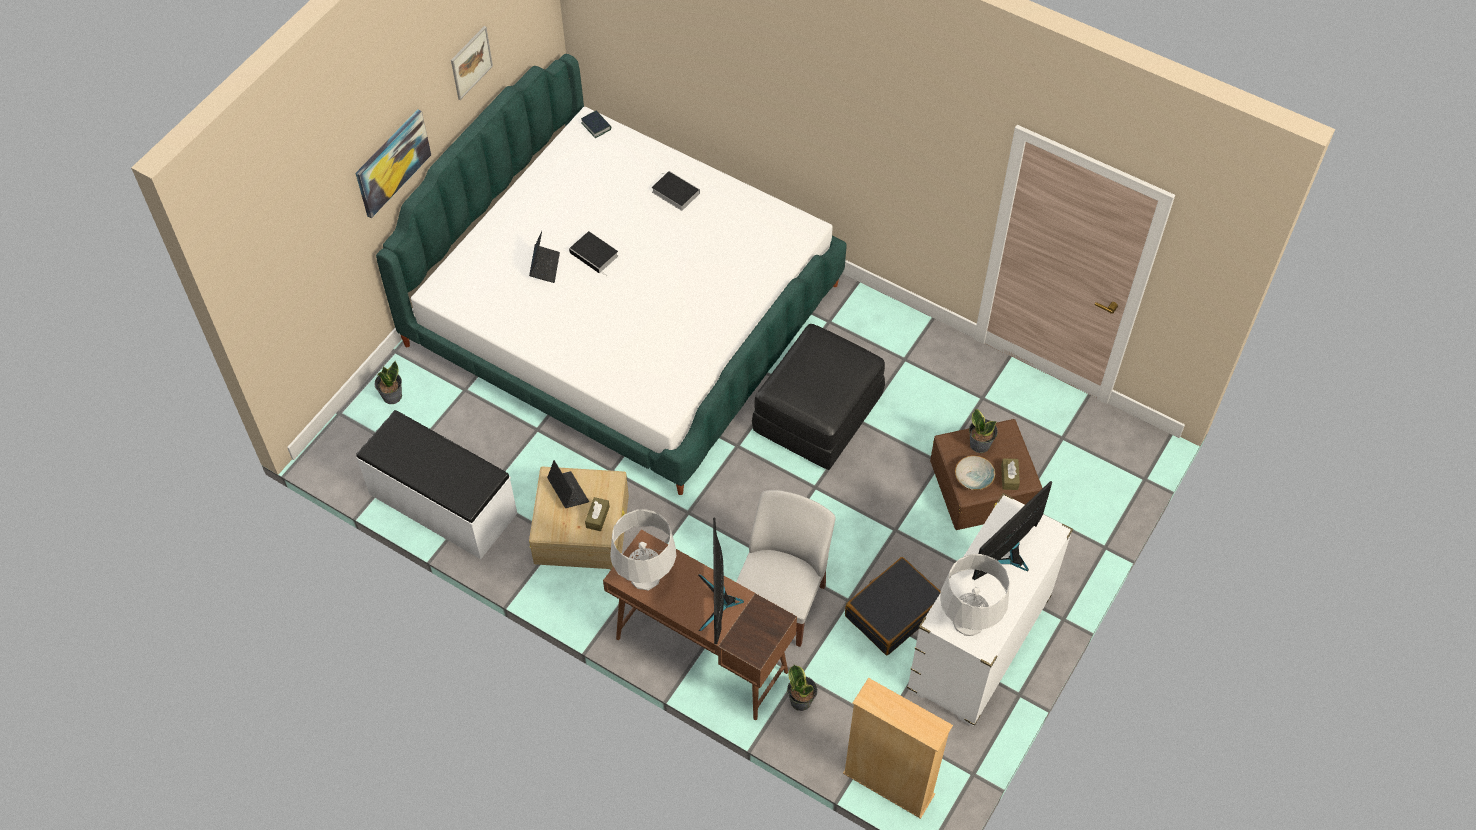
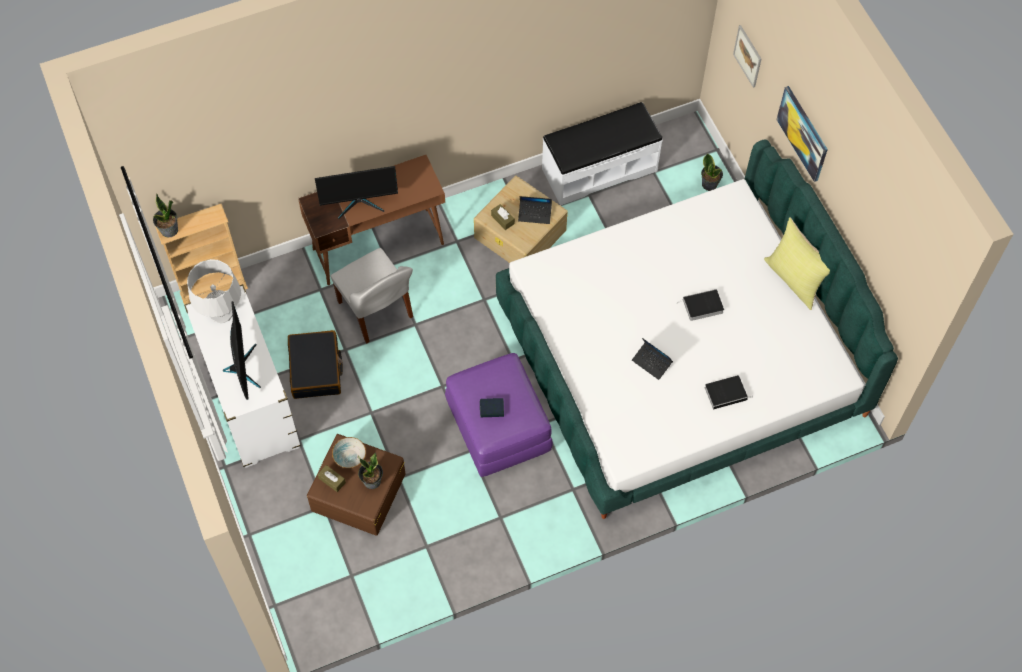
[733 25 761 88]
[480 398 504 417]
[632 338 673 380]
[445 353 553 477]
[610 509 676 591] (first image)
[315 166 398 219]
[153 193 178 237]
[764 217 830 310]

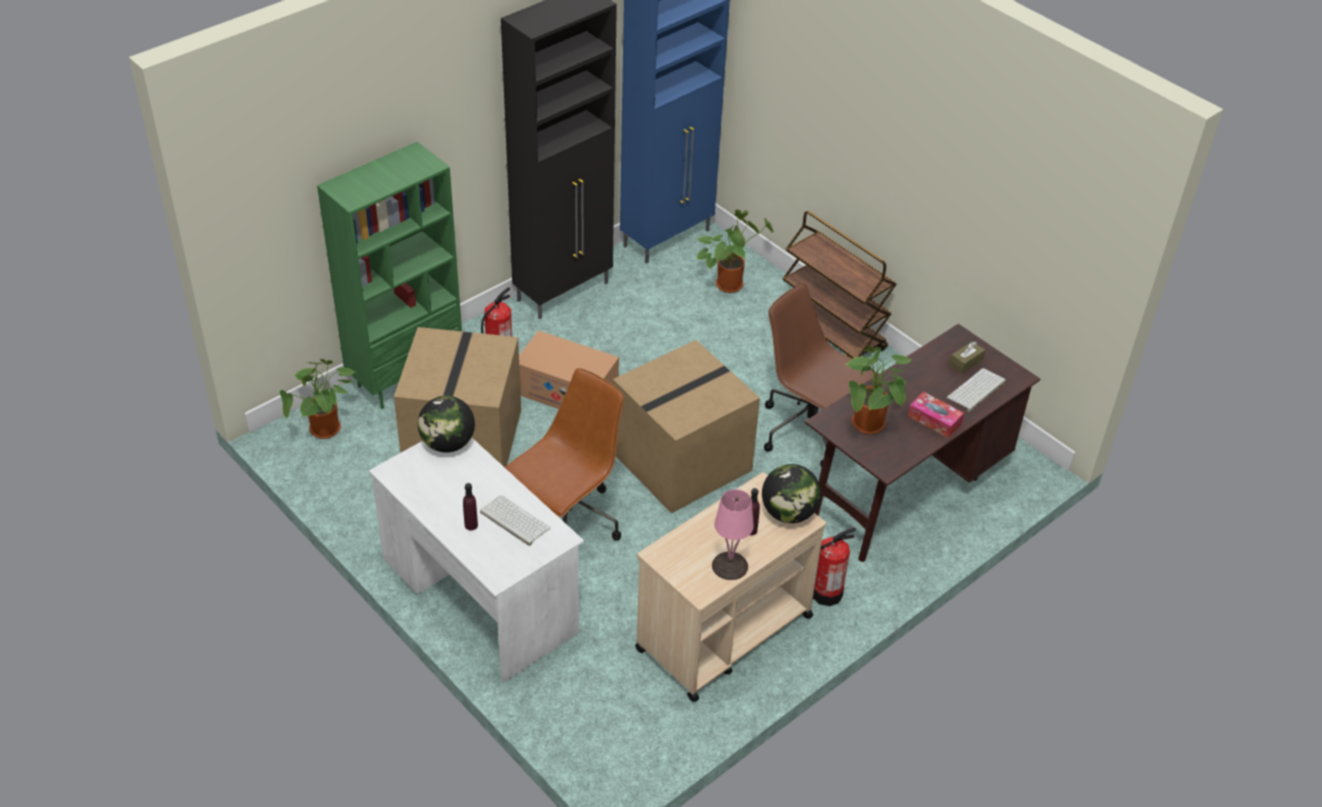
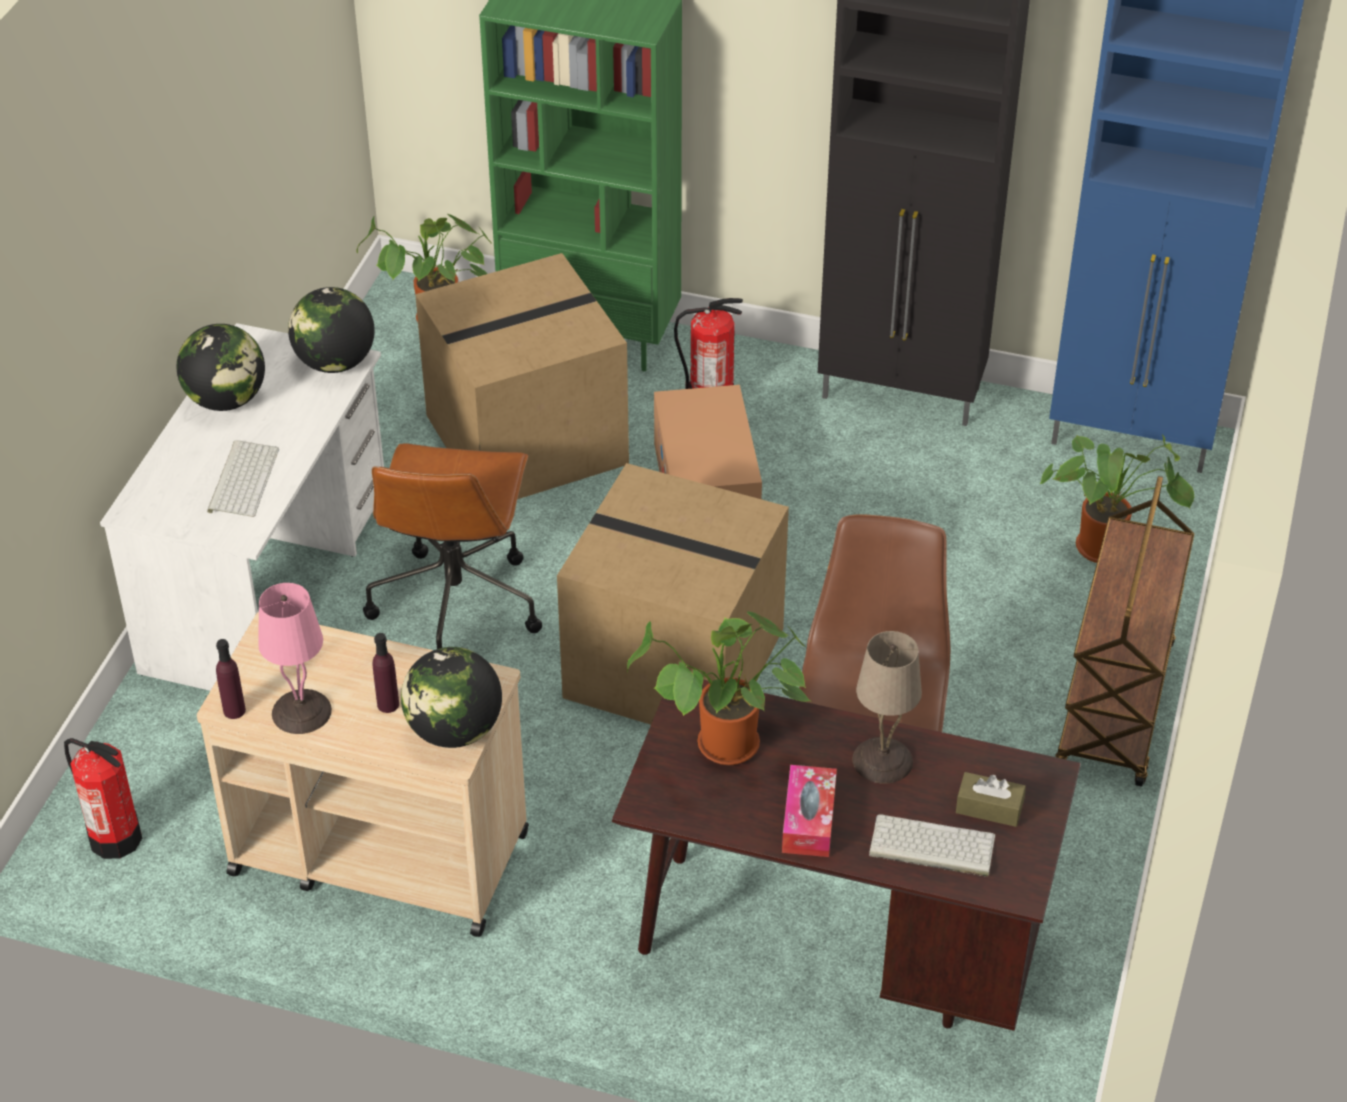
[363 443 542 649]
[216 639 246 719]
[64 738 142 859]
[176 324 265 411]
[852 631 922 784]

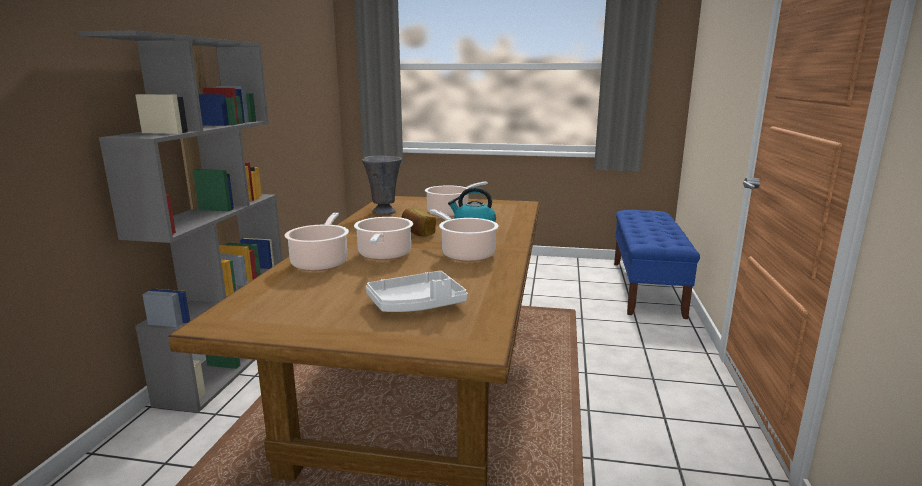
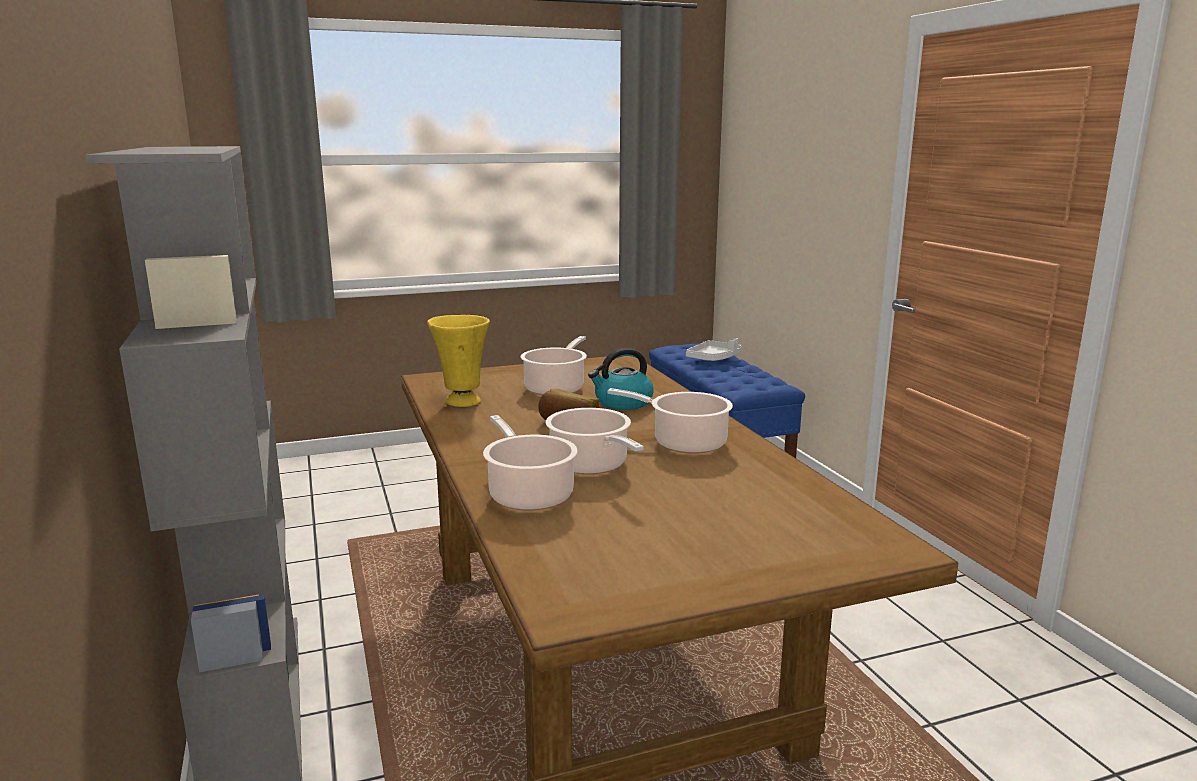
[427 315 490 407]
[686 338 742 361]

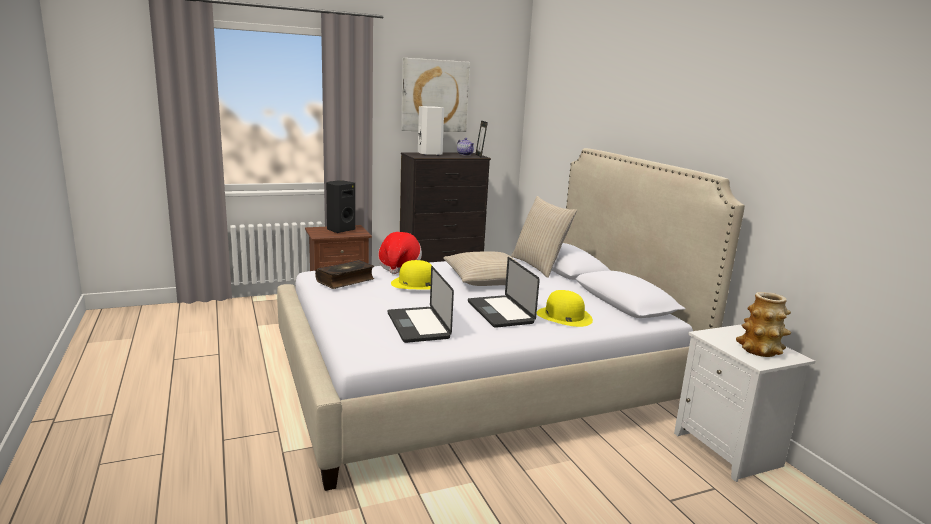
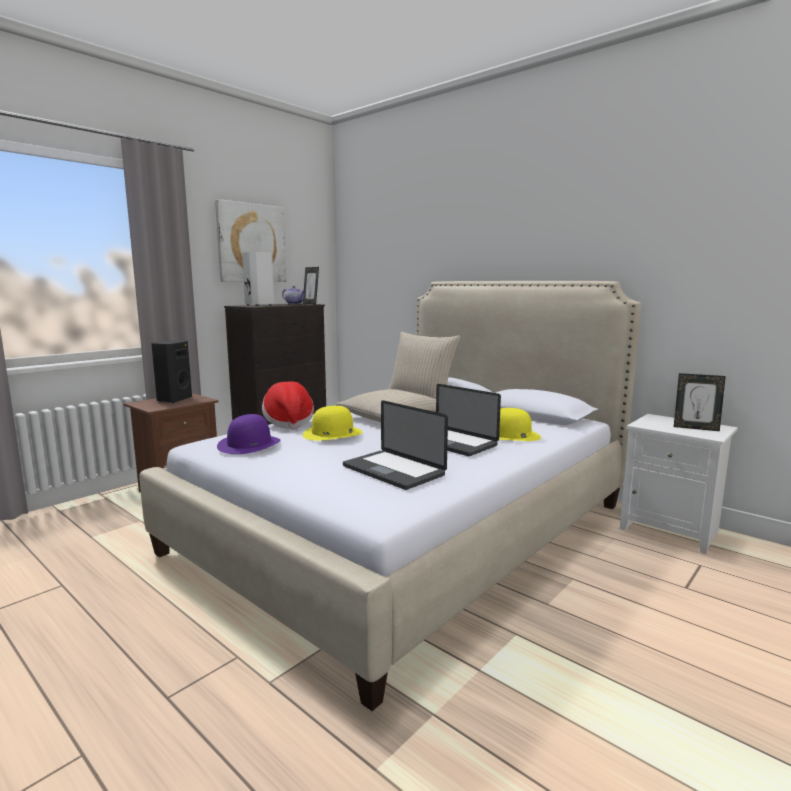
[217 414 281 454]
[674 373 726 431]

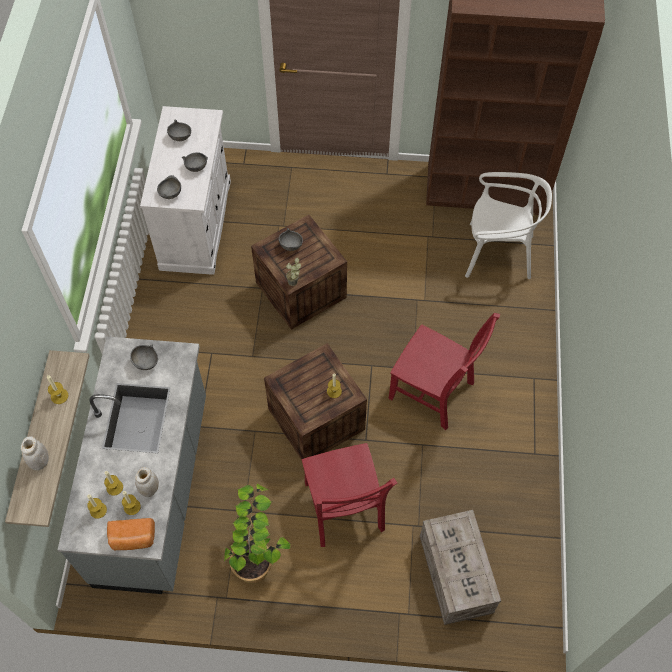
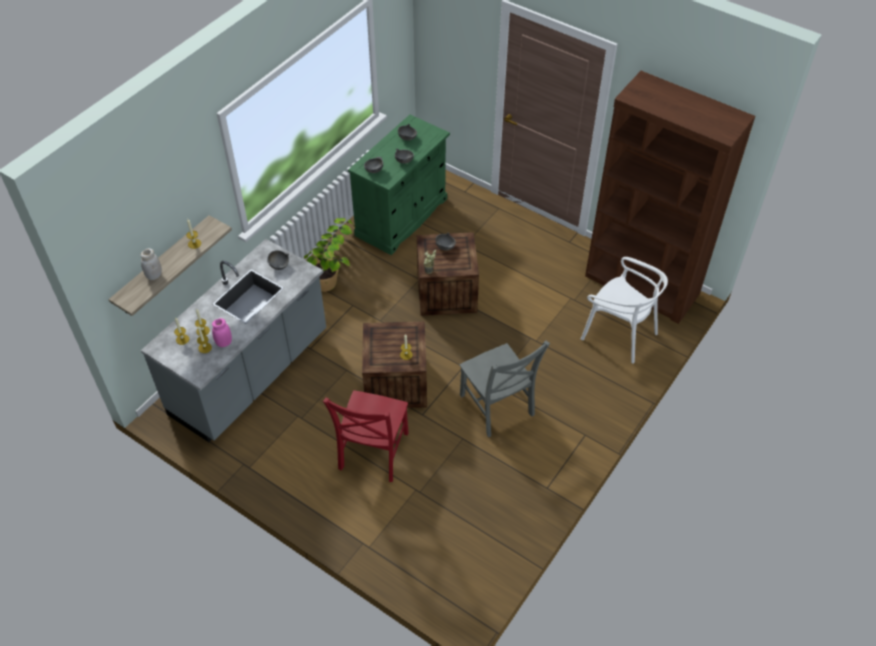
[348 115 450 255]
[460 341 550 437]
[212 318 232 347]
[304 218 356 292]
[420 510 501 625] (first image)
[107 518 155 550] (first image)

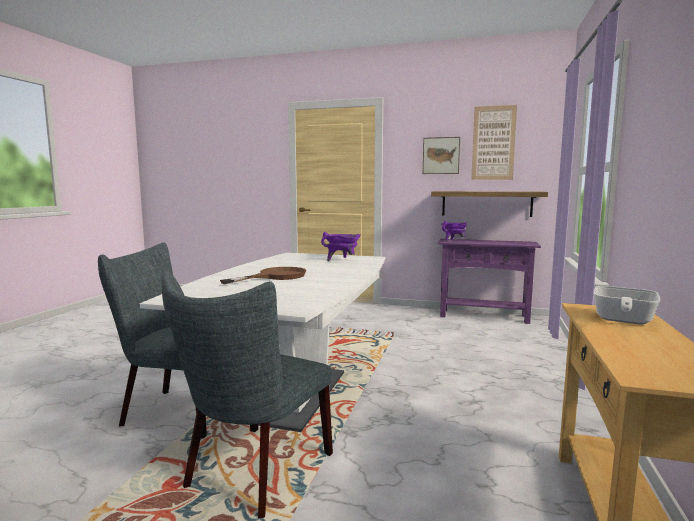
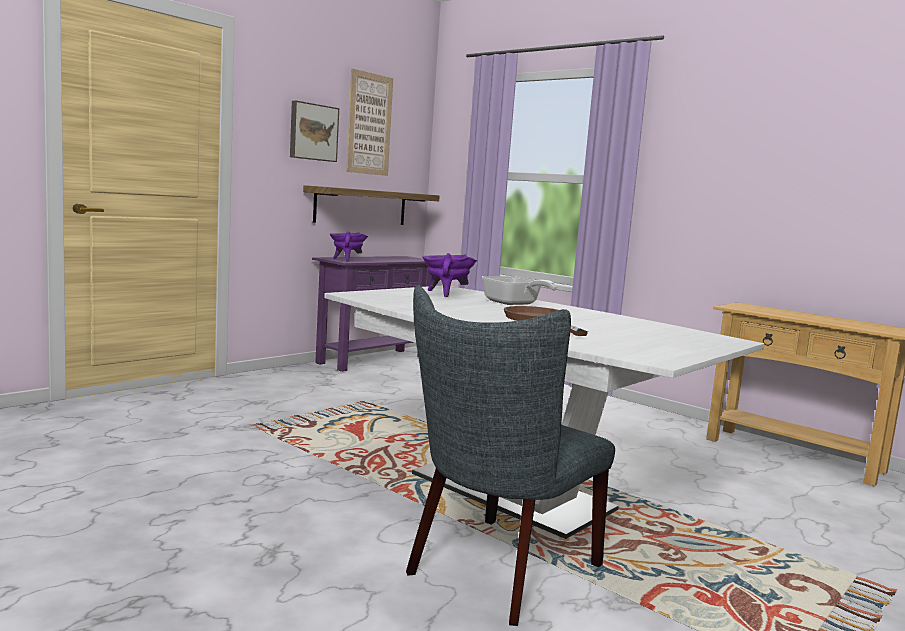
[161 270 333 518] (first image)
[482 276 558 305]

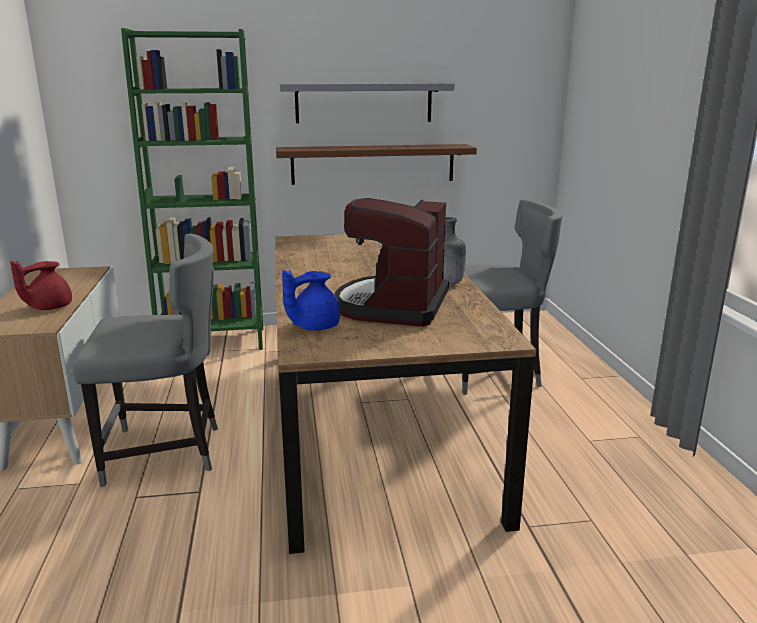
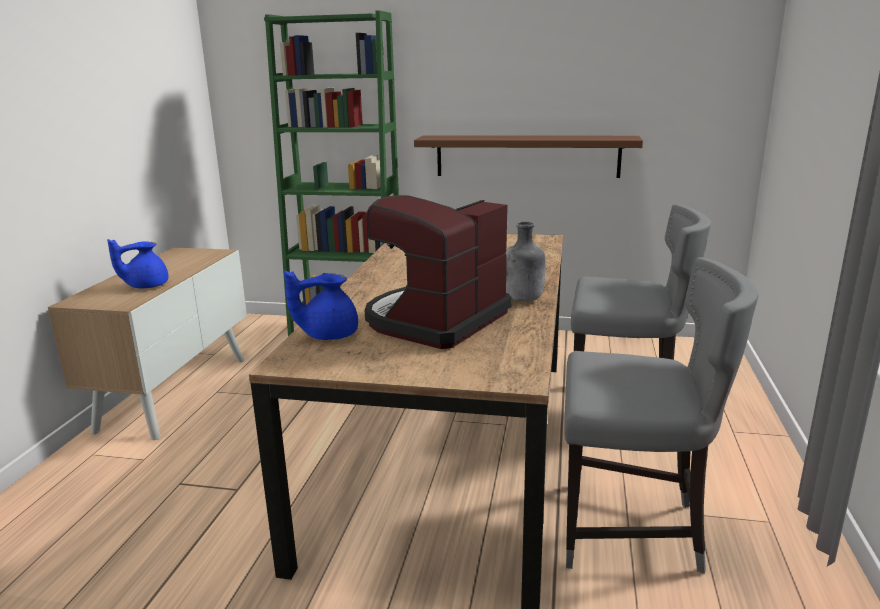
[280 83 455 123] (first image)
[564 257 759 574]
[107 239 168 289]

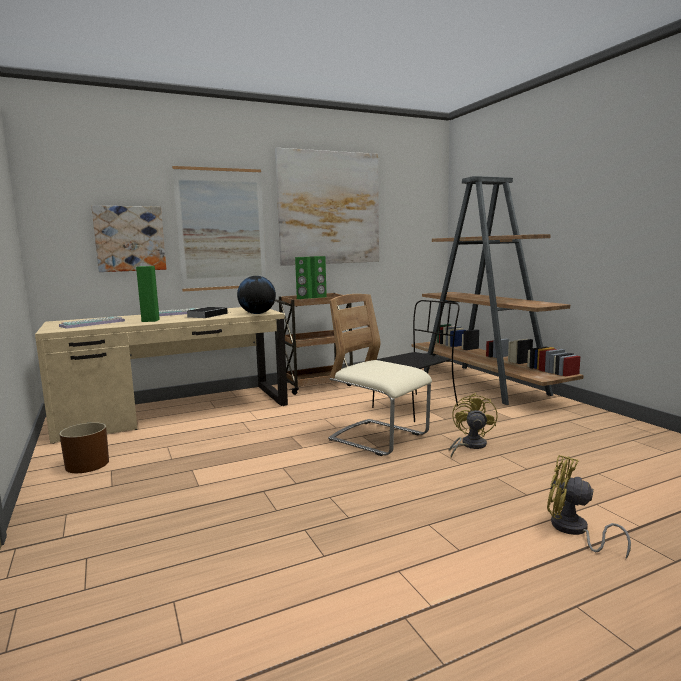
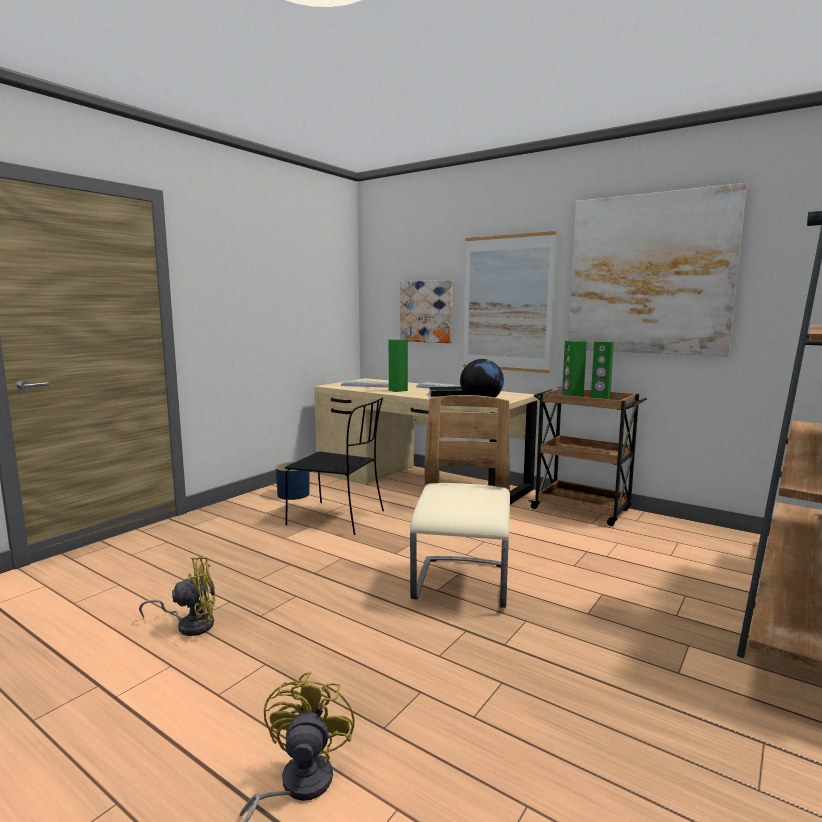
[285 398 384 535]
[139 556 216 636]
[276 462 310 500]

